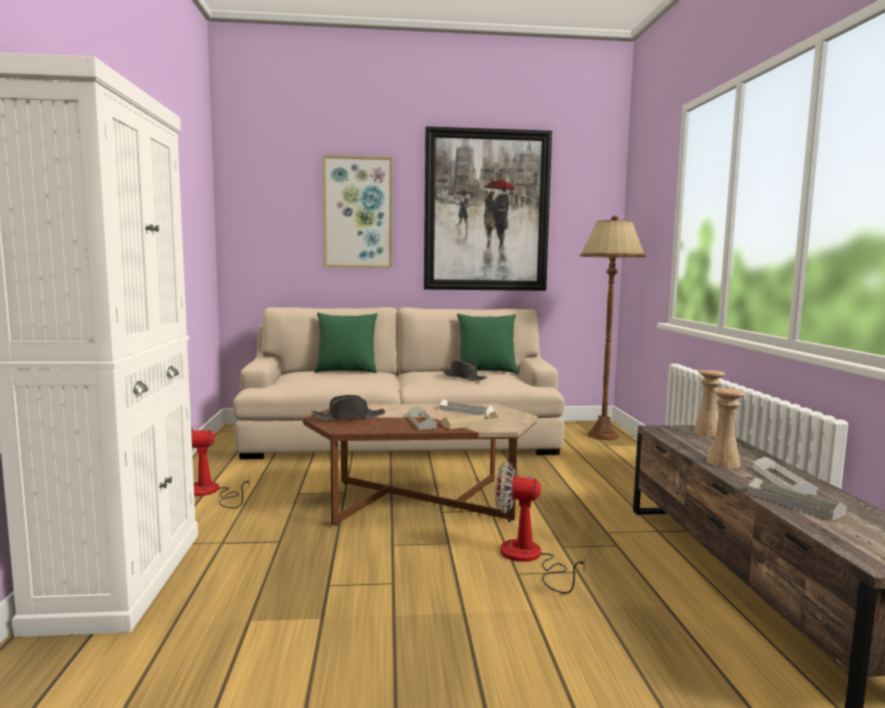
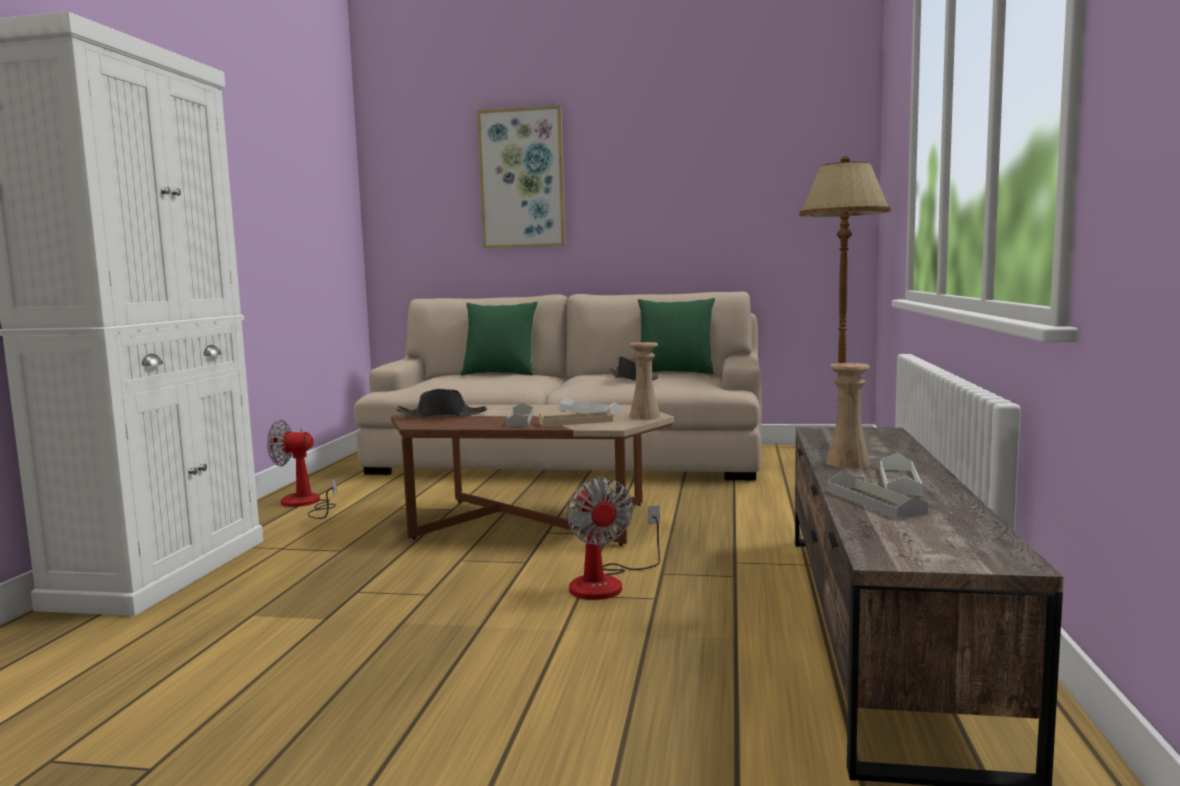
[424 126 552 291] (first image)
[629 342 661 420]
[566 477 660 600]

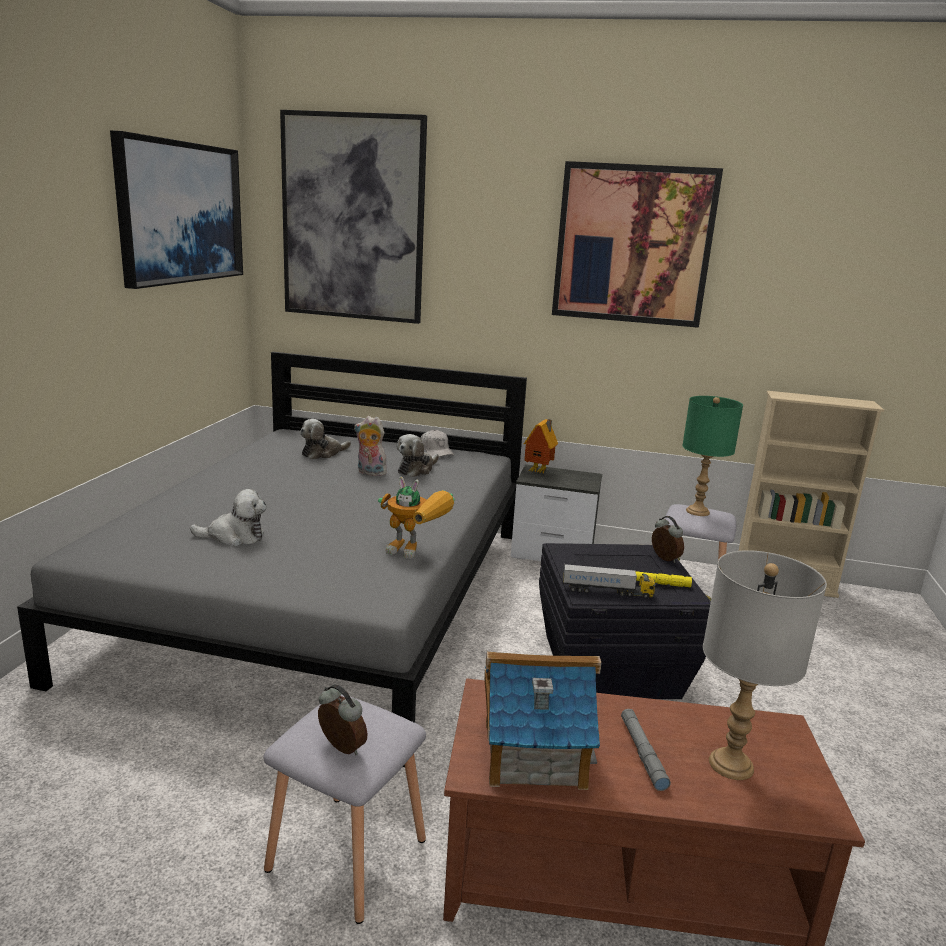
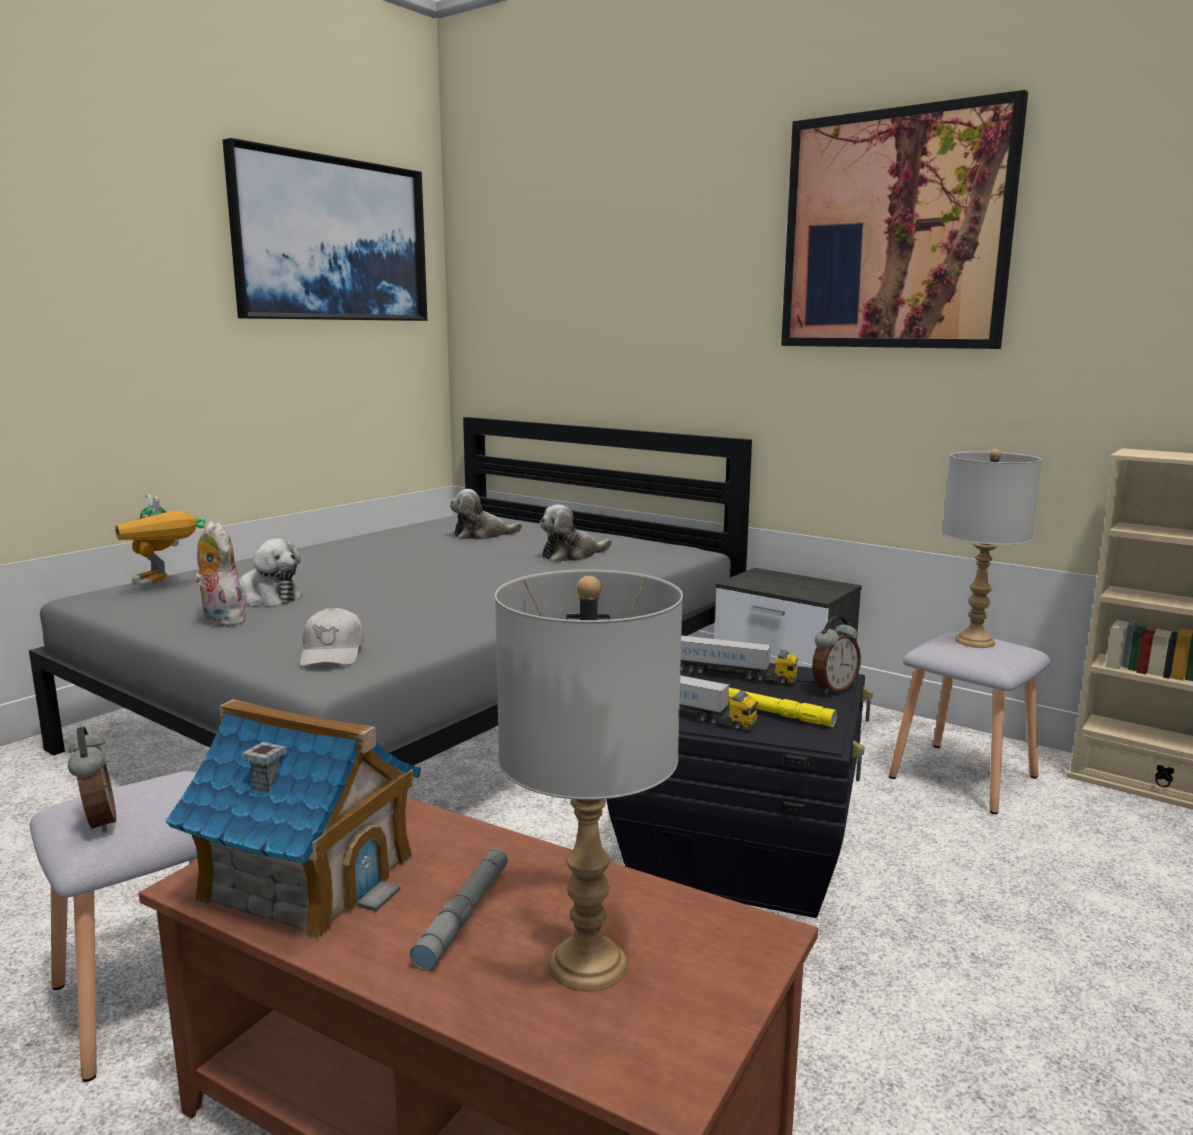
[280 110 427 324] (first image)
[942 449 1042 648]
[194 522 246 627]
[524 419 558 473] (first image)
[300 607 364 667]
[115 494 206 589]
[812 616 861 695]
[680 635 798 684]

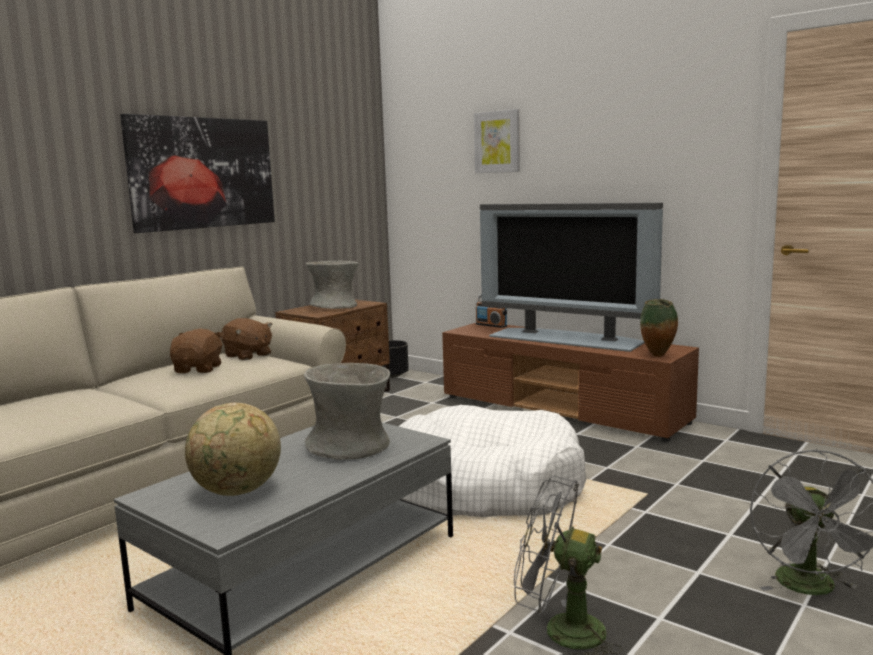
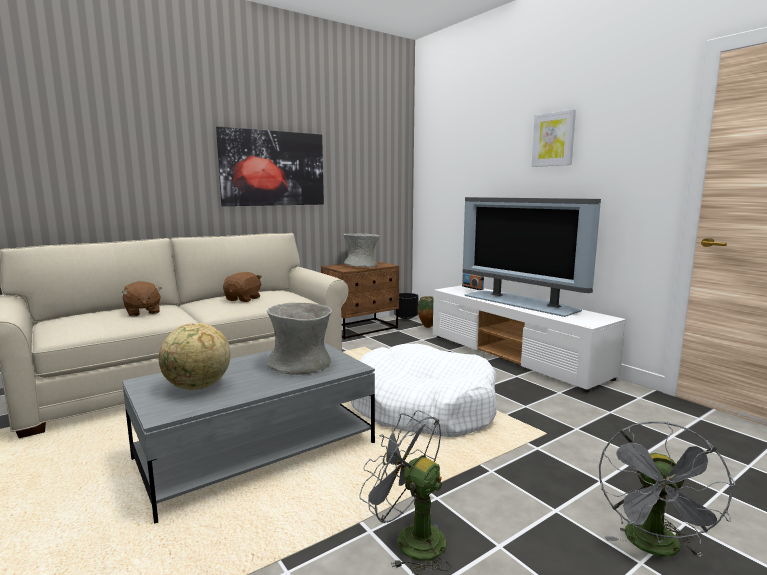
[532 109 576 167]
[418 296 433 328]
[122 281 162 317]
[433 285 626 392]

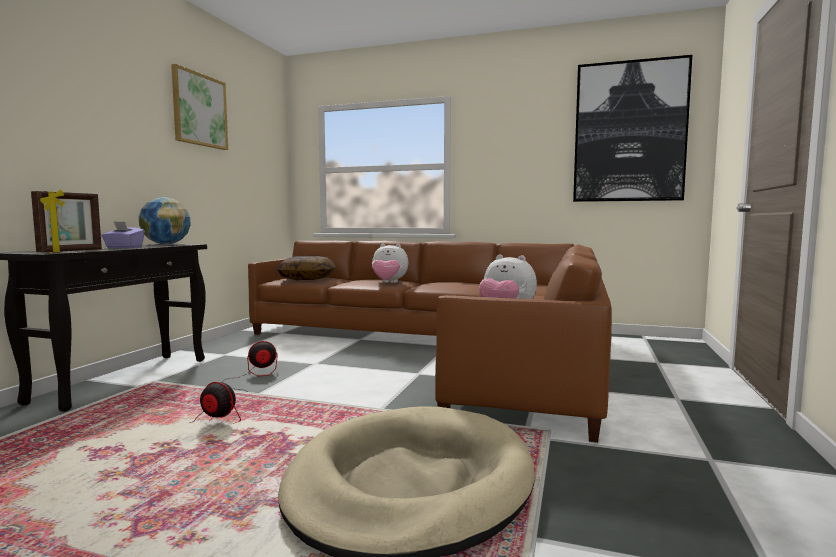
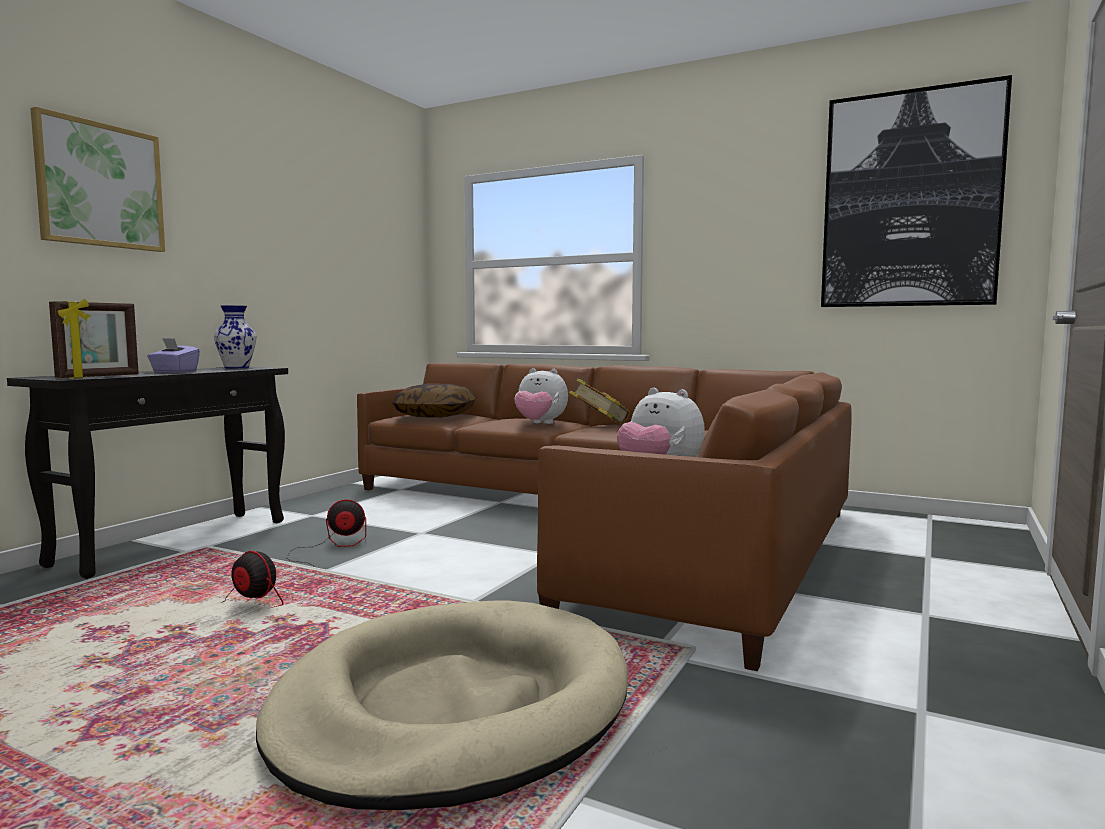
[30 107 165 252]
[214 305 256 368]
[569 378 630 425]

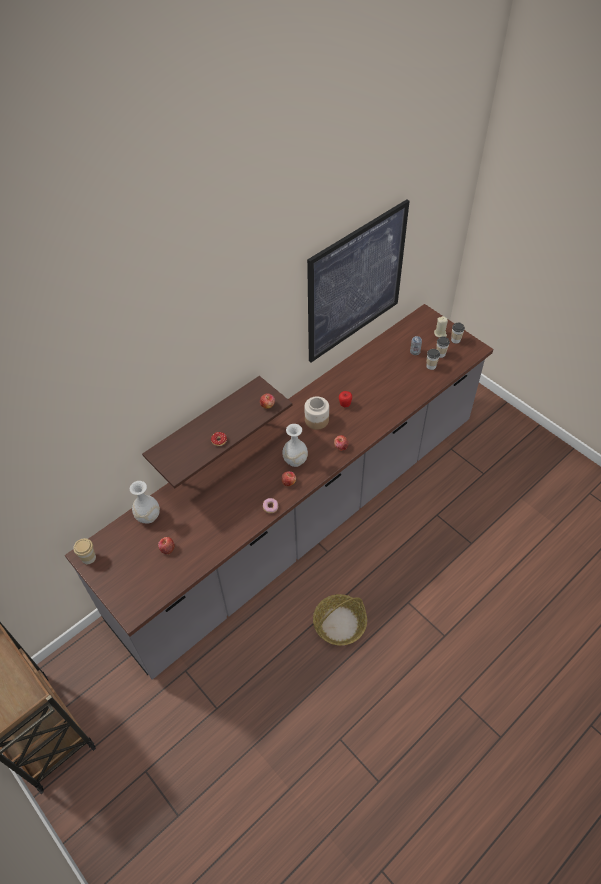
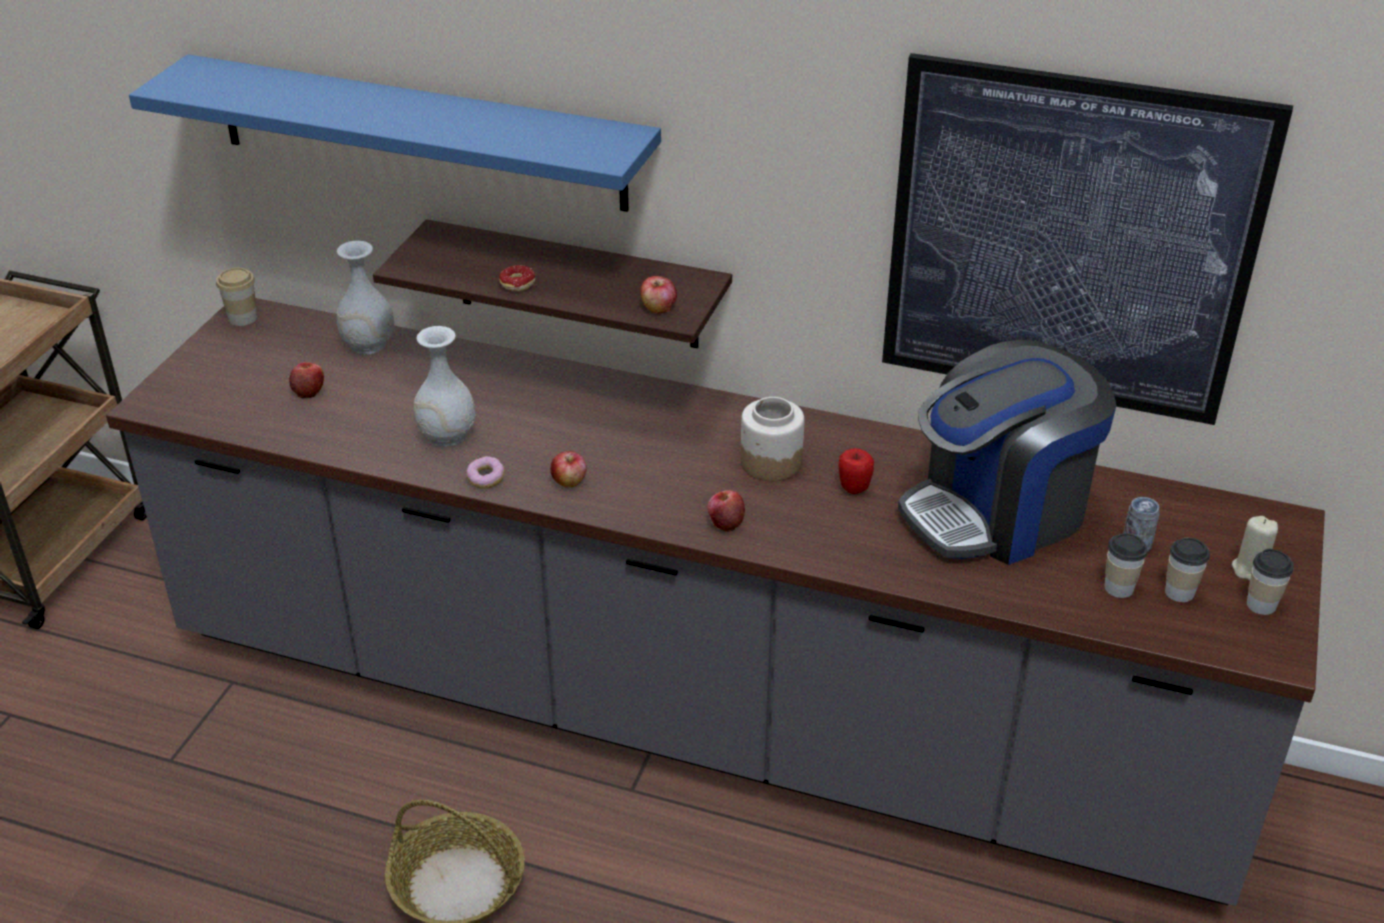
[414 326 476 447]
[129 54 661 212]
[898 340 1117 565]

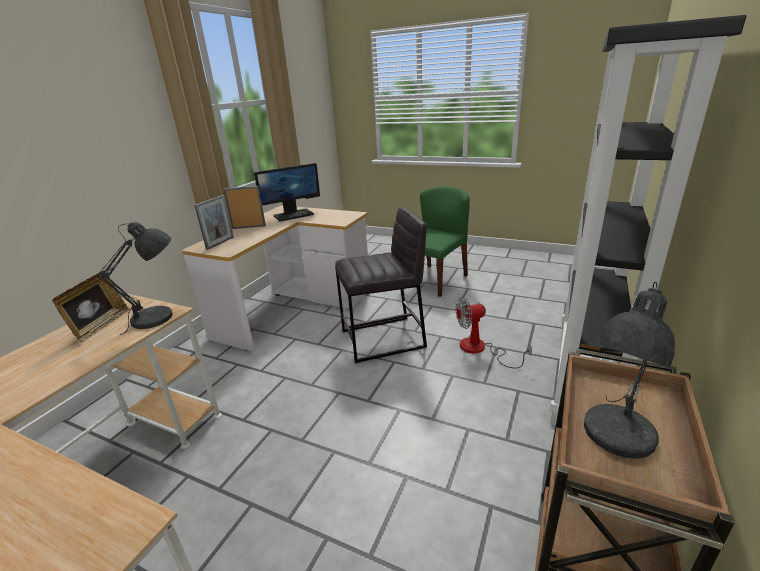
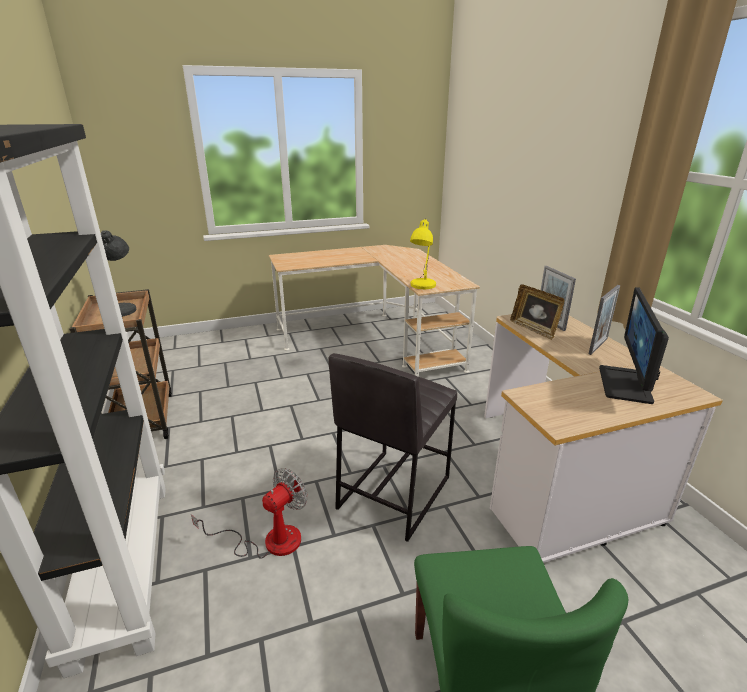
[410 218 436 289]
[510 284 564 340]

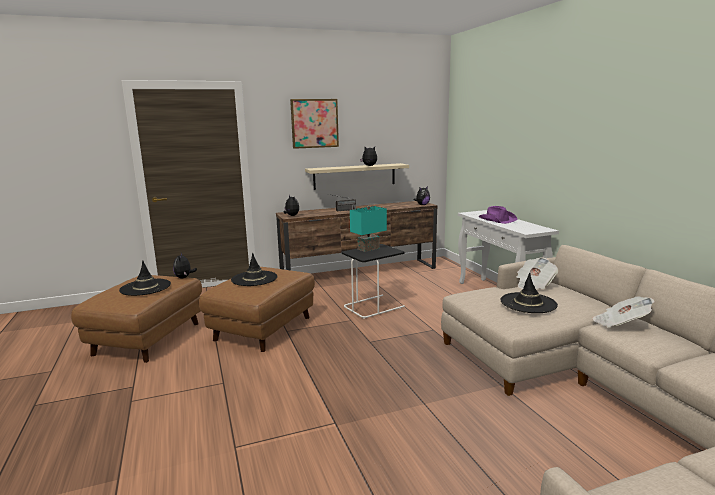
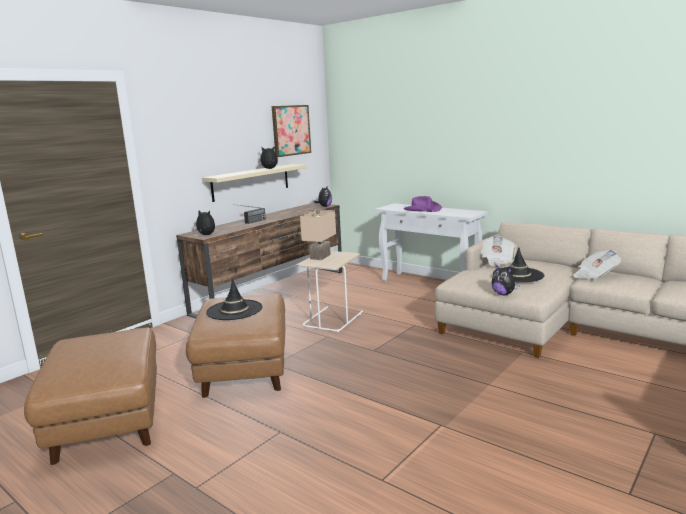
[272 105 311 157]
[300 209 336 260]
[297 251 363 332]
[491 265 520 295]
[119 260 171 296] (first image)

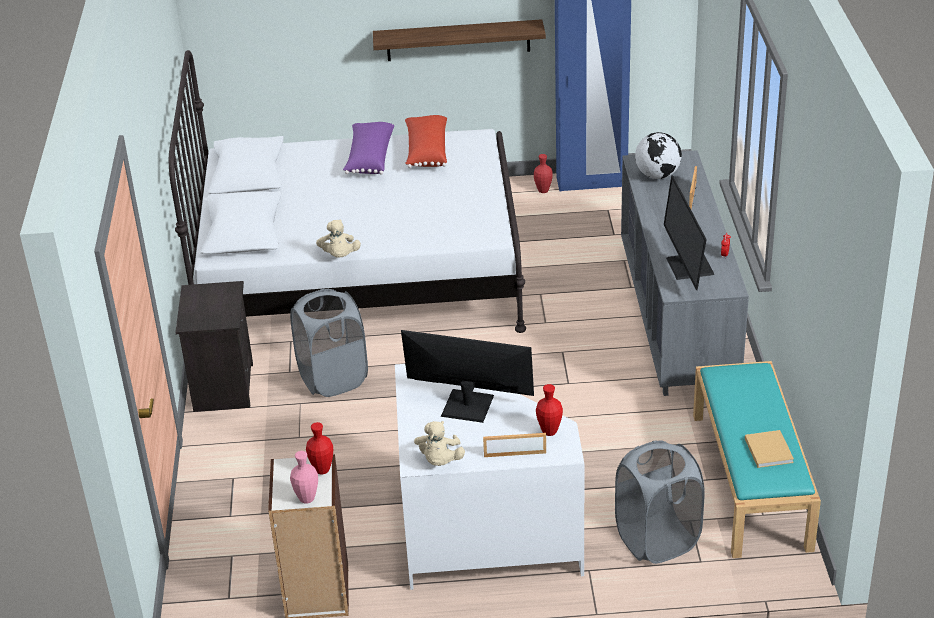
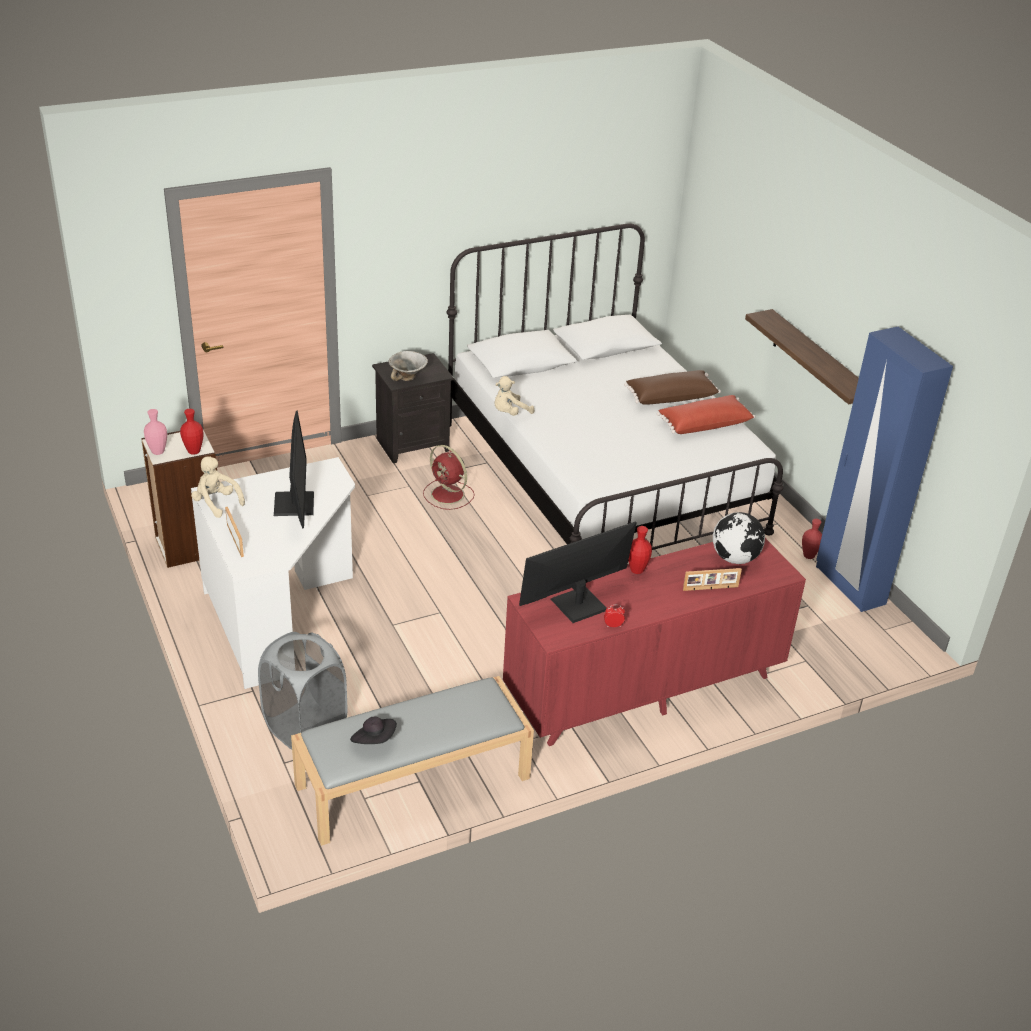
[624 370 721 405]
[503 538 806 746]
[423 445 475 510]
[291 676 534 846]
[628 526 652 574]
[191 456 245 518]
[350 717 397 744]
[388 351 428 381]

